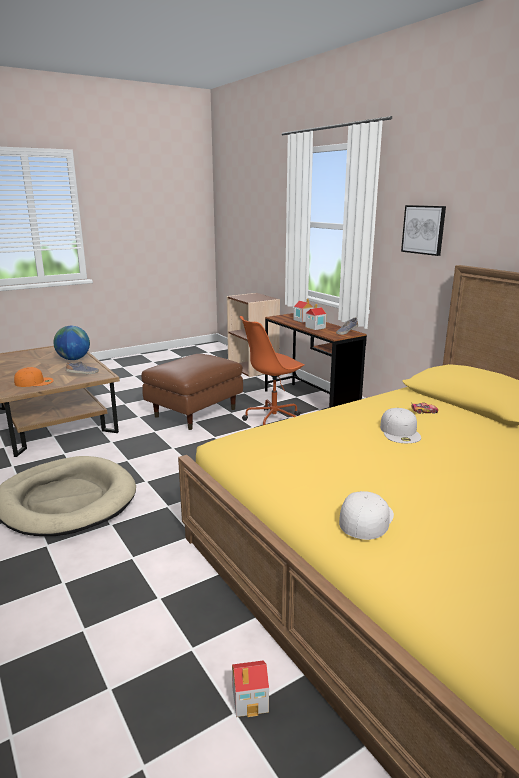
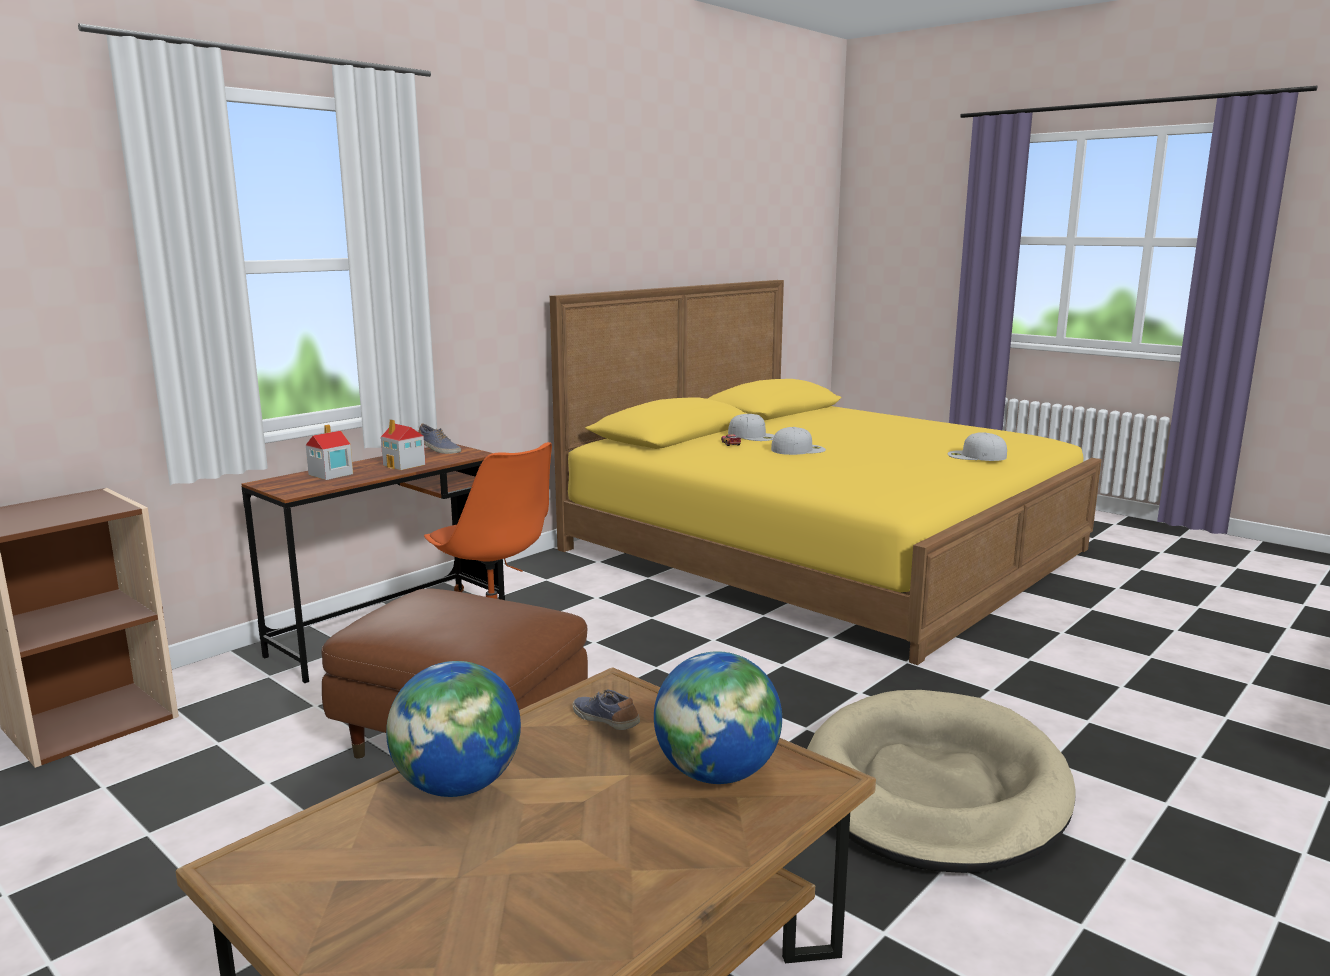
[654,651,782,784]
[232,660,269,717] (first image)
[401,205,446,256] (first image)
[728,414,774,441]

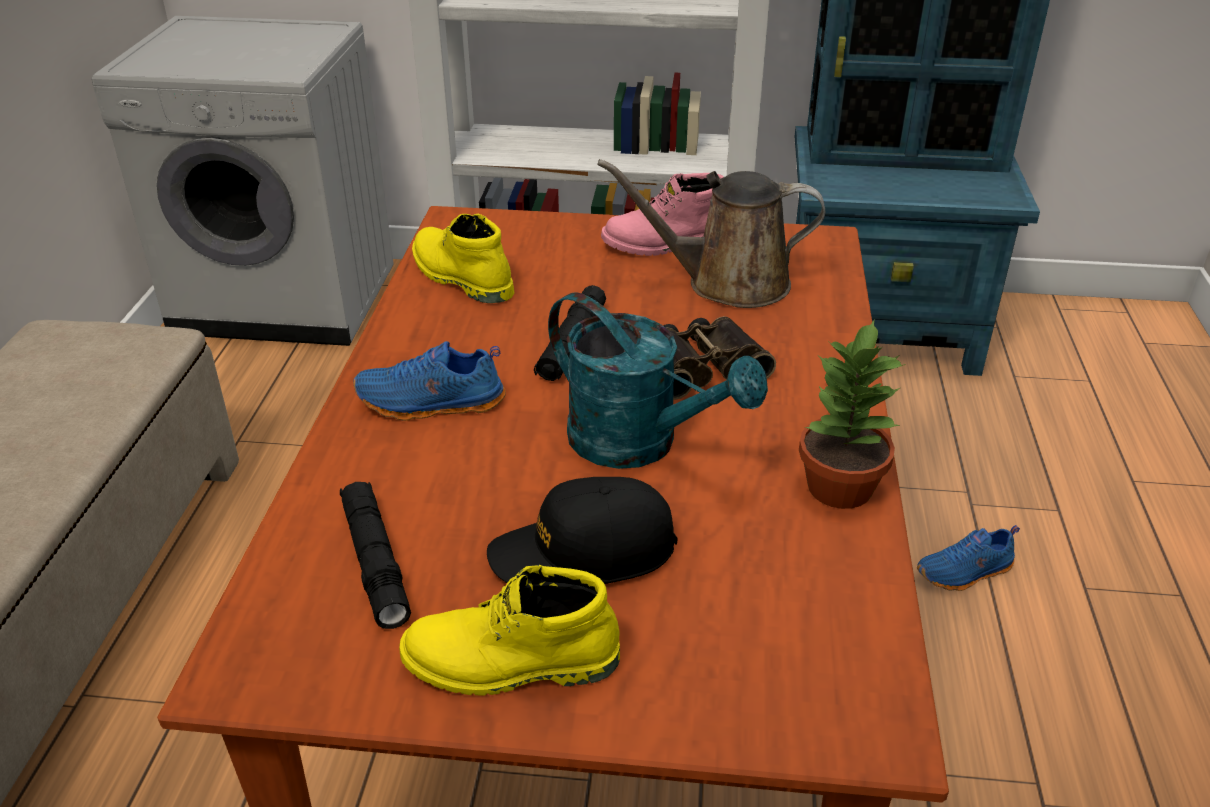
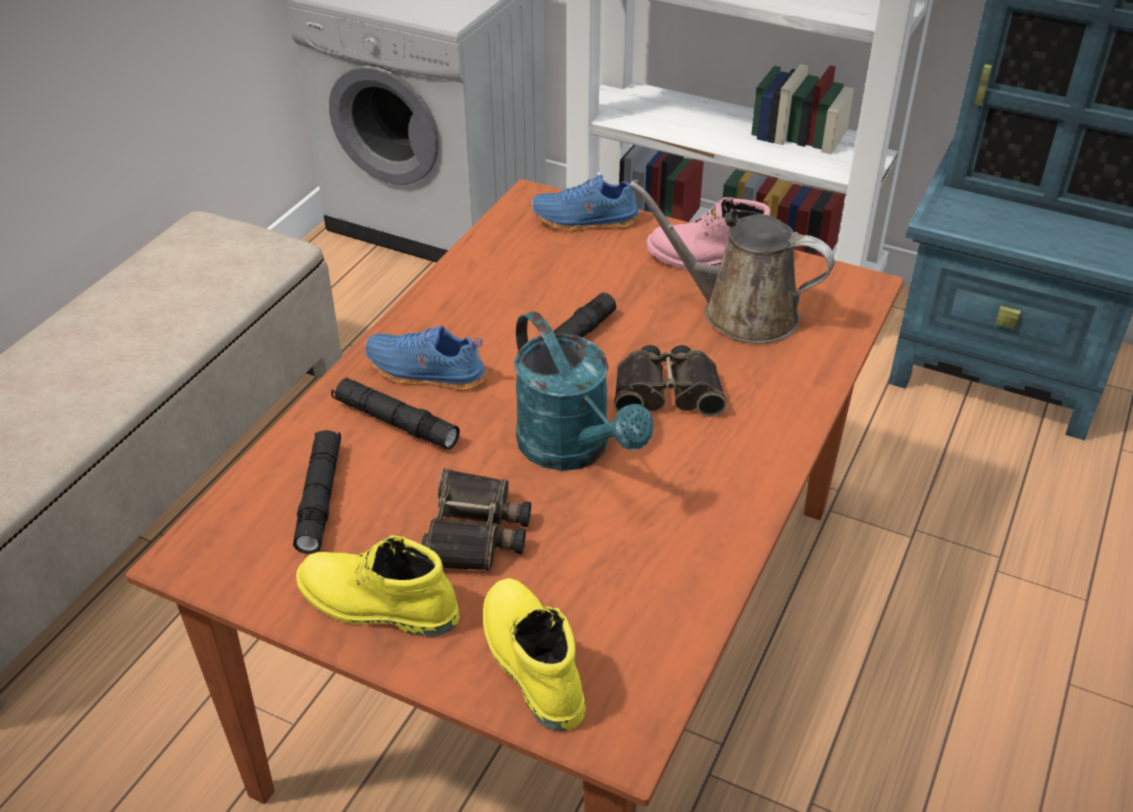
[483,578,586,731]
[421,469,531,571]
[799,319,906,509] (first image)
[531,175,640,232]
[331,378,460,450]

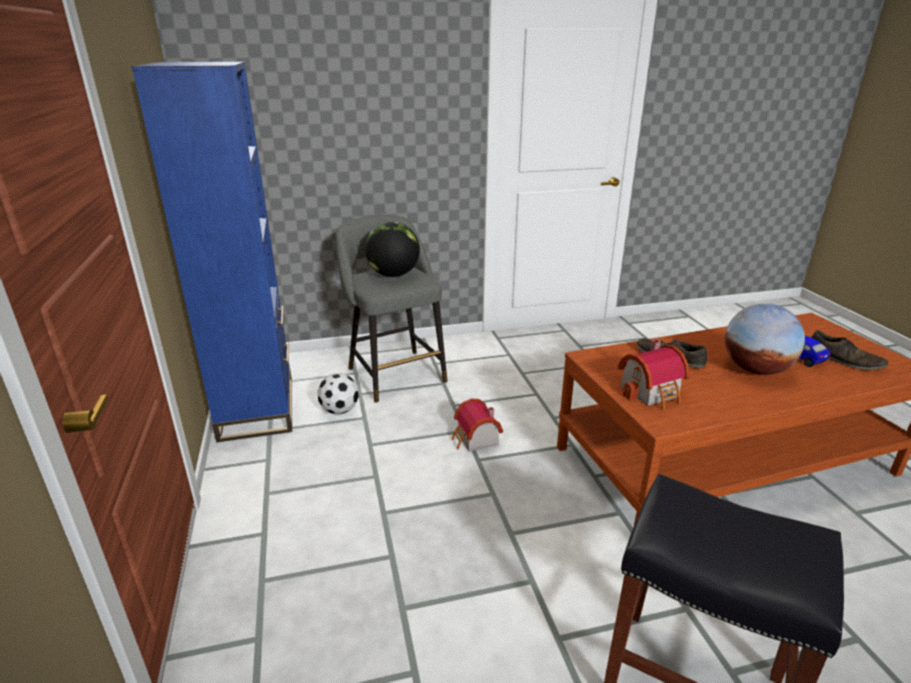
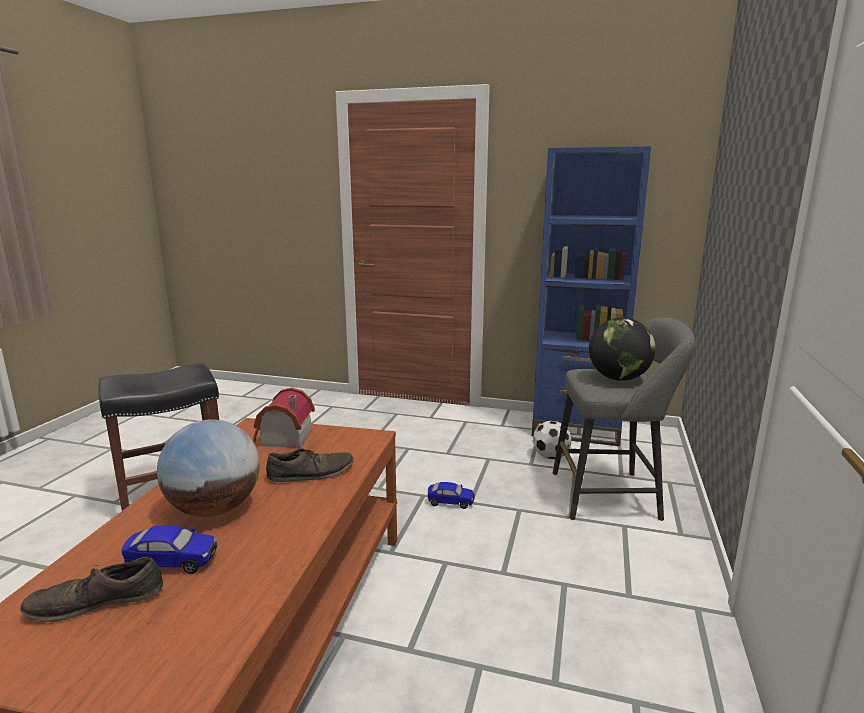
[428,482,475,509]

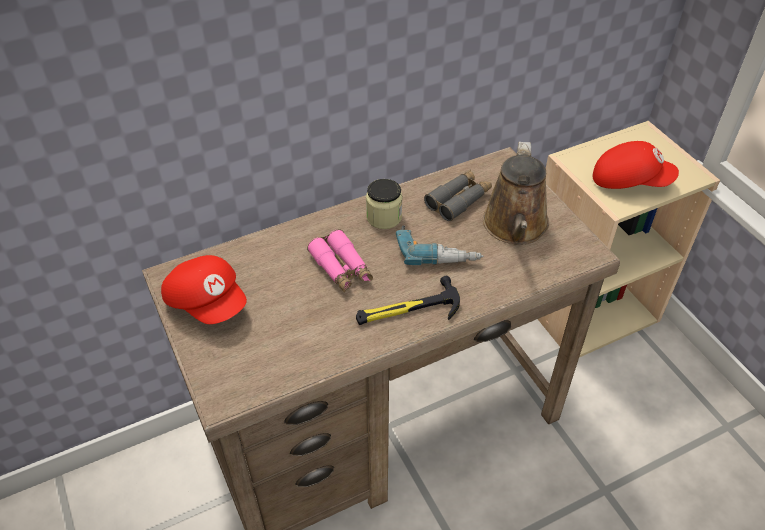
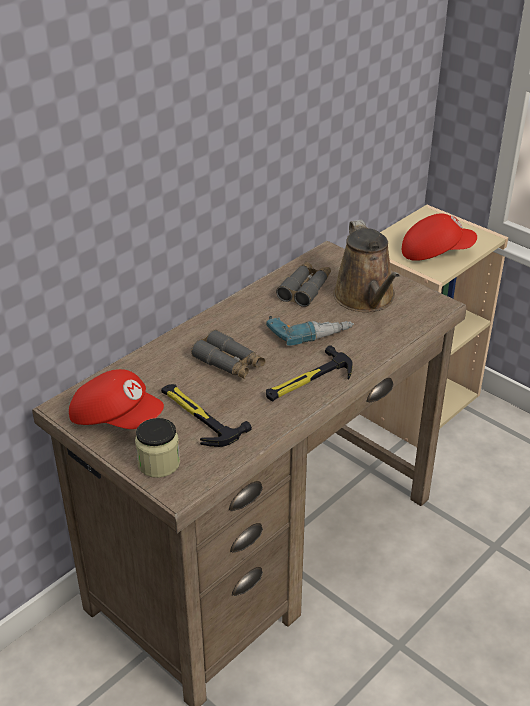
[191,329,265,379]
[135,418,180,478]
[161,384,252,447]

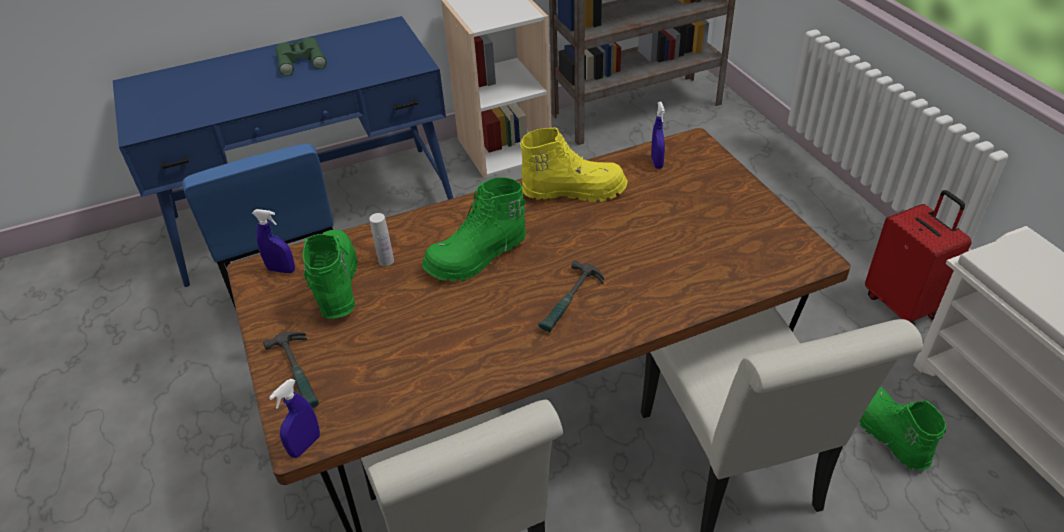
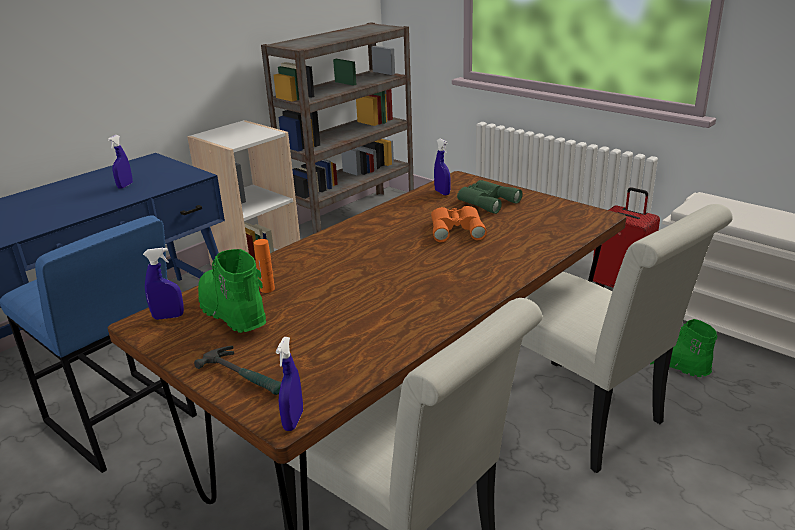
[457,180,523,214]
[254,239,275,293]
[422,177,526,281] (first image)
[520,127,628,202] (first image)
[538,260,604,332] (first image)
[108,135,133,189]
[431,206,487,242]

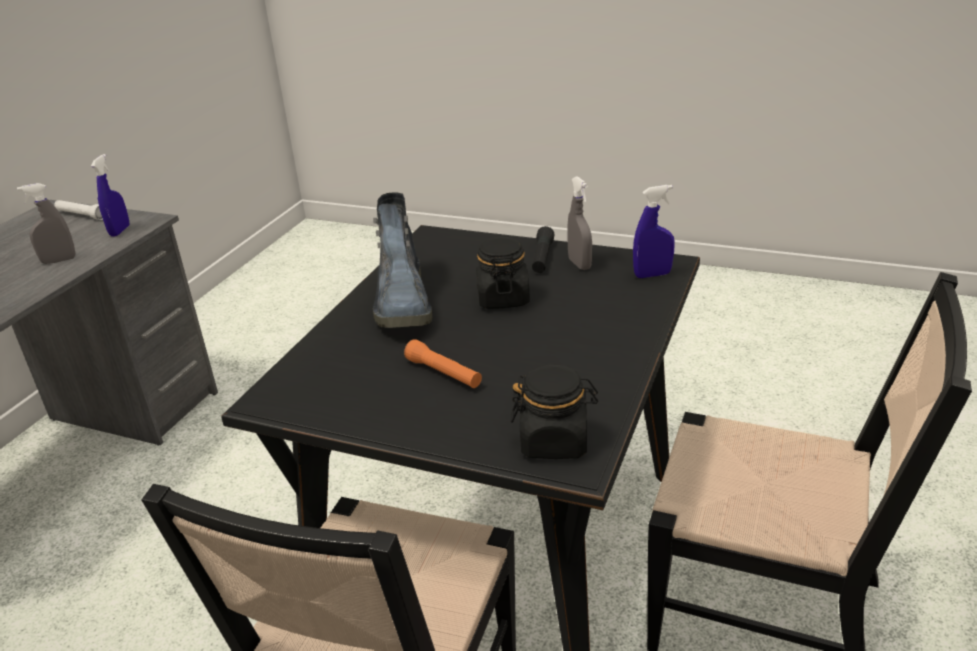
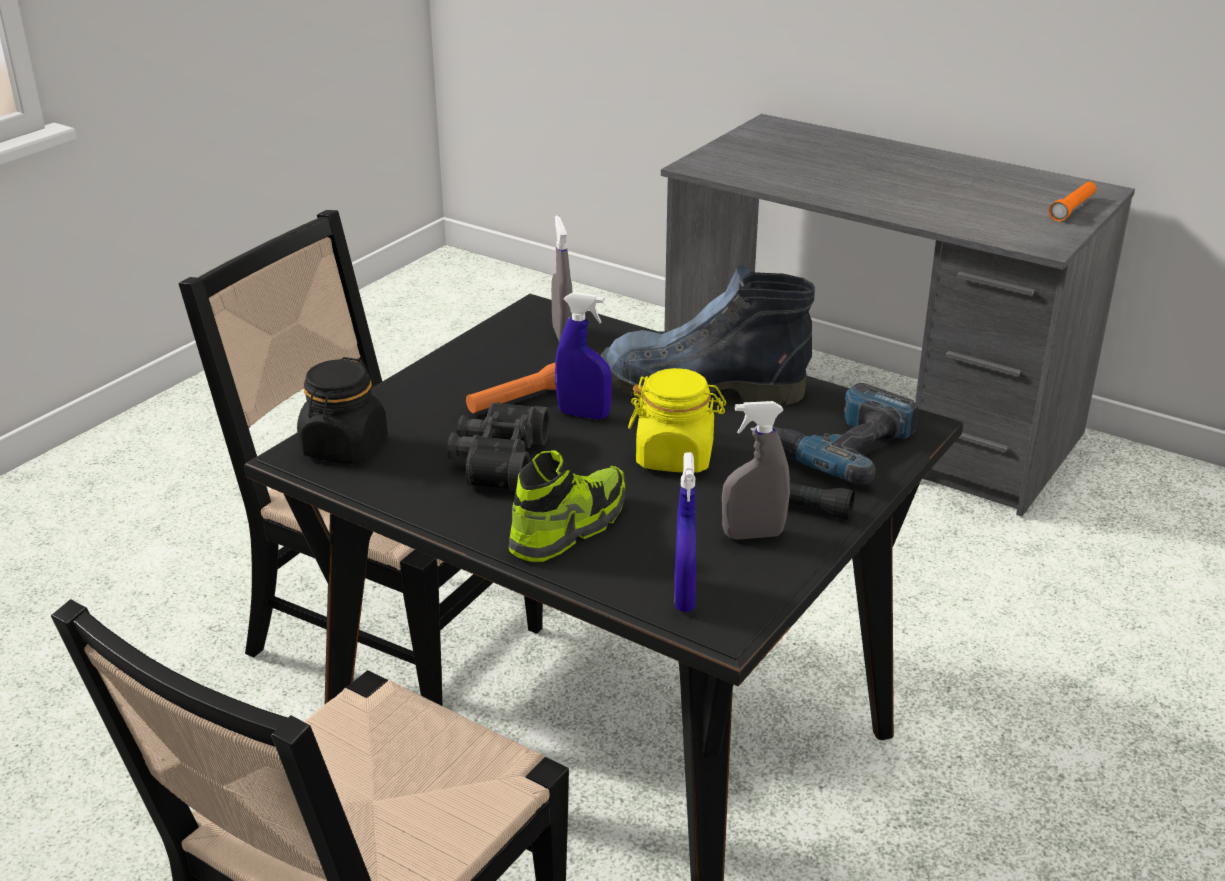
[551,215,572,342]
[1049,182,1096,221]
[555,292,612,420]
[628,368,726,472]
[447,402,550,491]
[509,450,626,562]
[750,383,919,485]

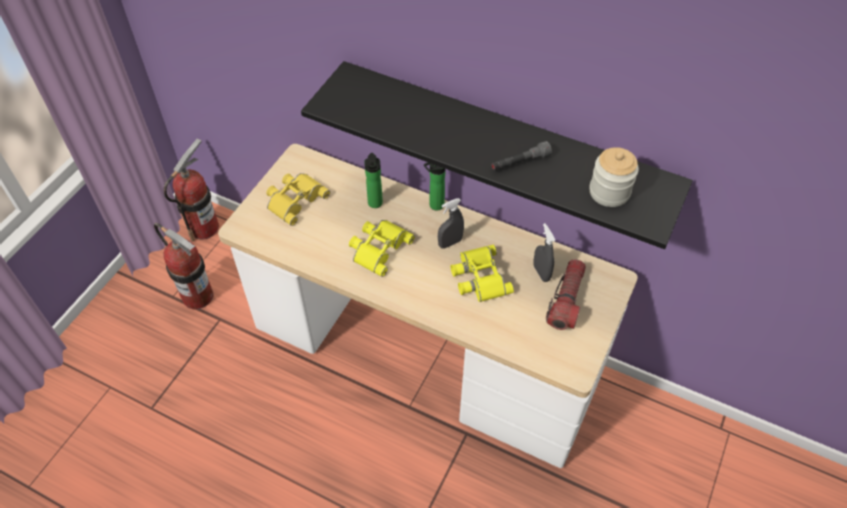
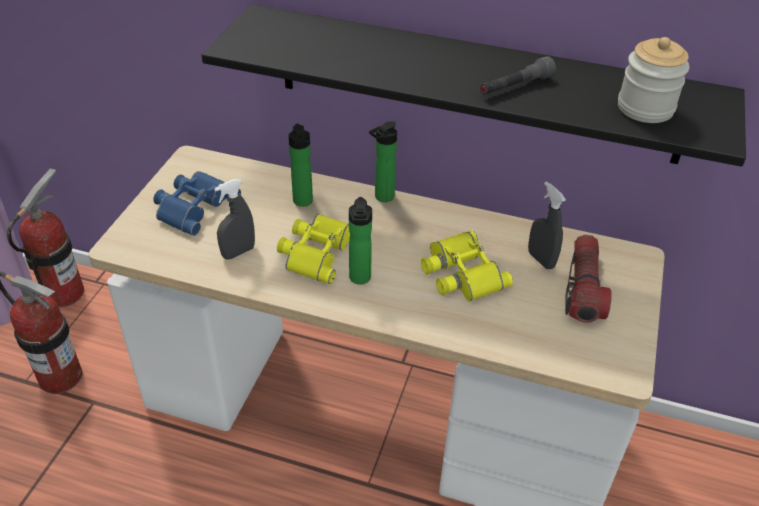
[153,171,241,236]
[214,179,255,260]
[349,197,372,284]

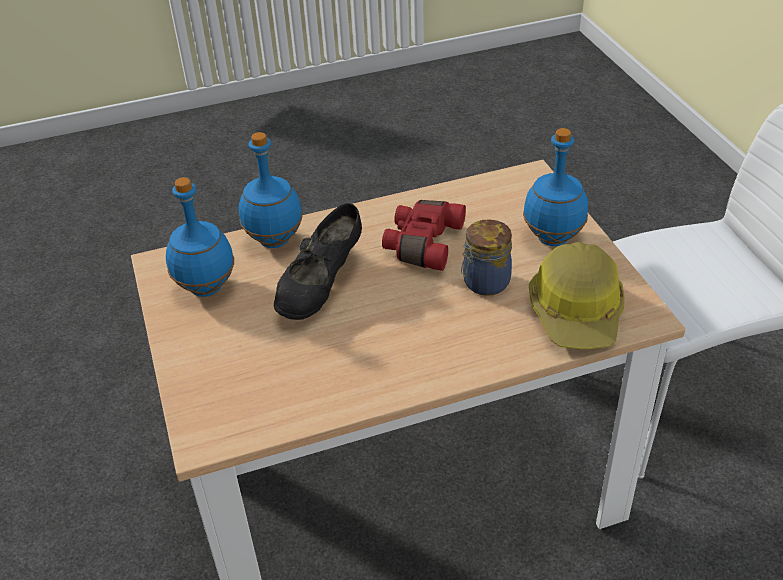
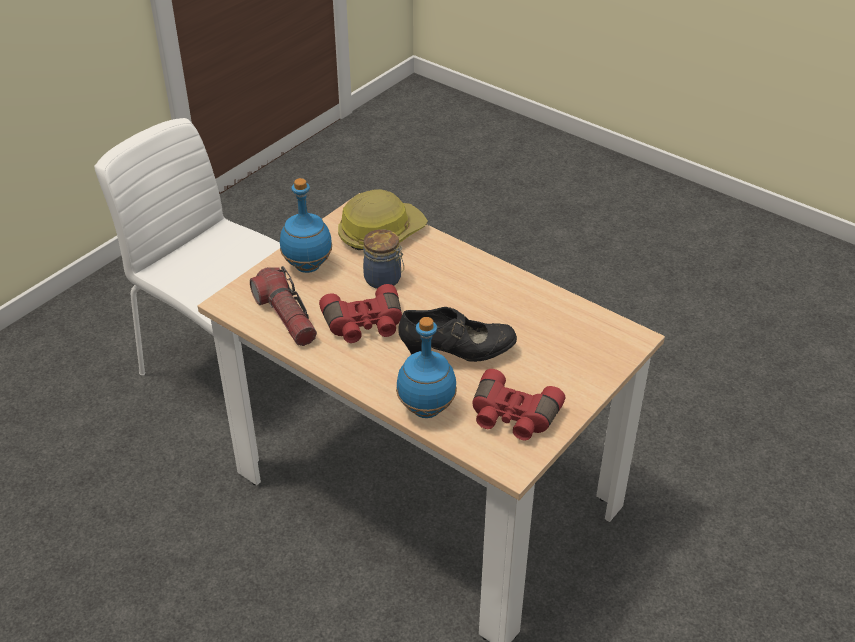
[472,369,565,440]
[250,266,317,346]

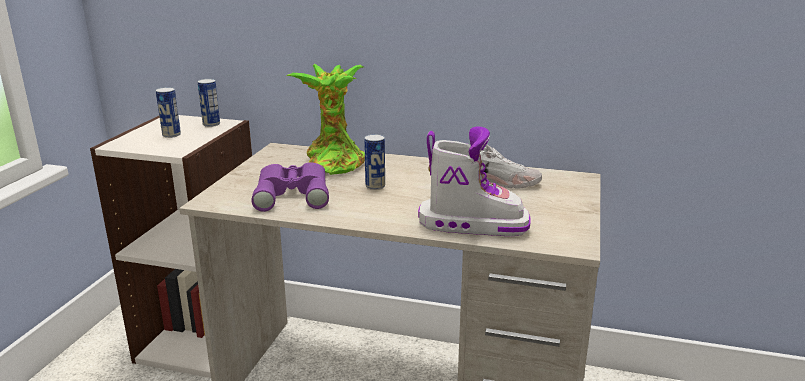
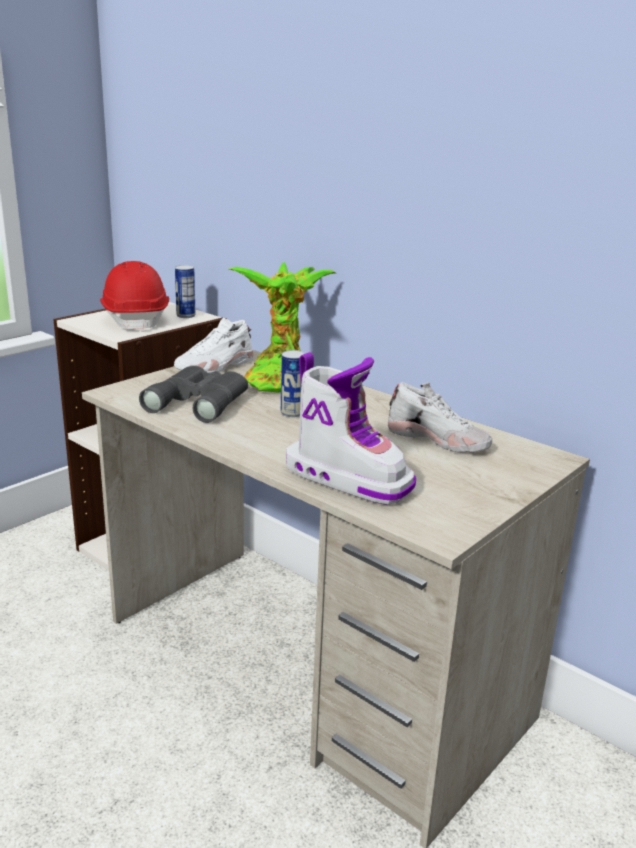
[100,261,169,332]
[139,366,248,423]
[174,317,253,373]

